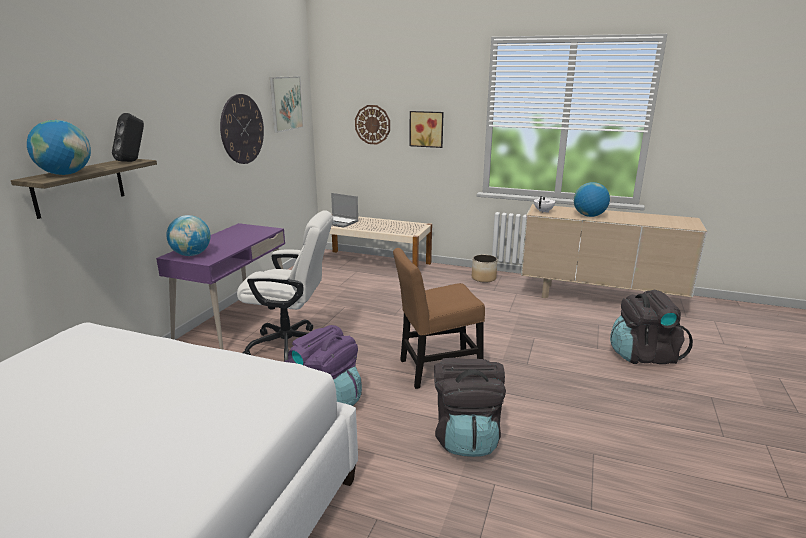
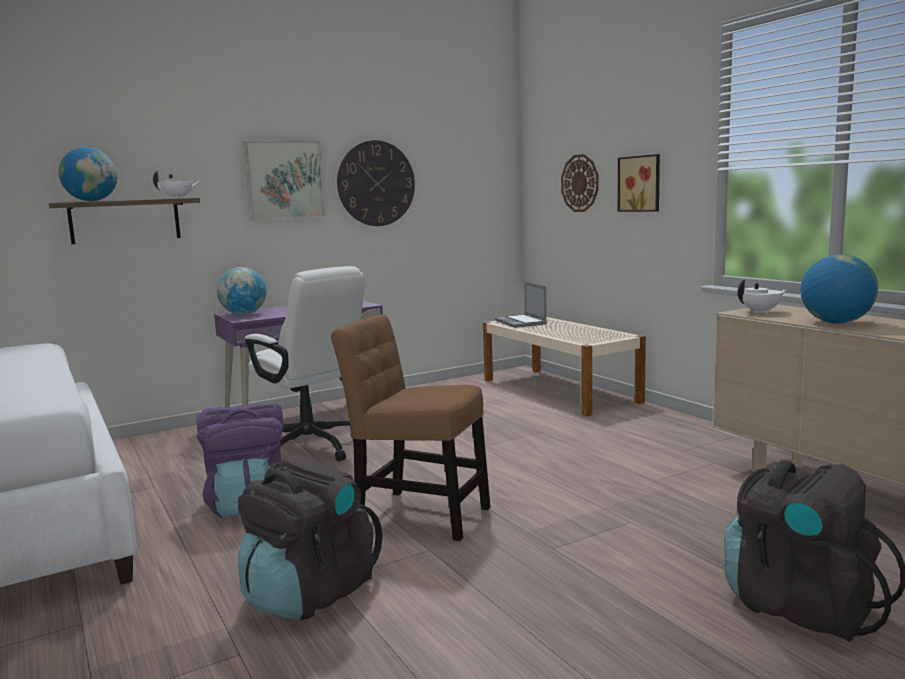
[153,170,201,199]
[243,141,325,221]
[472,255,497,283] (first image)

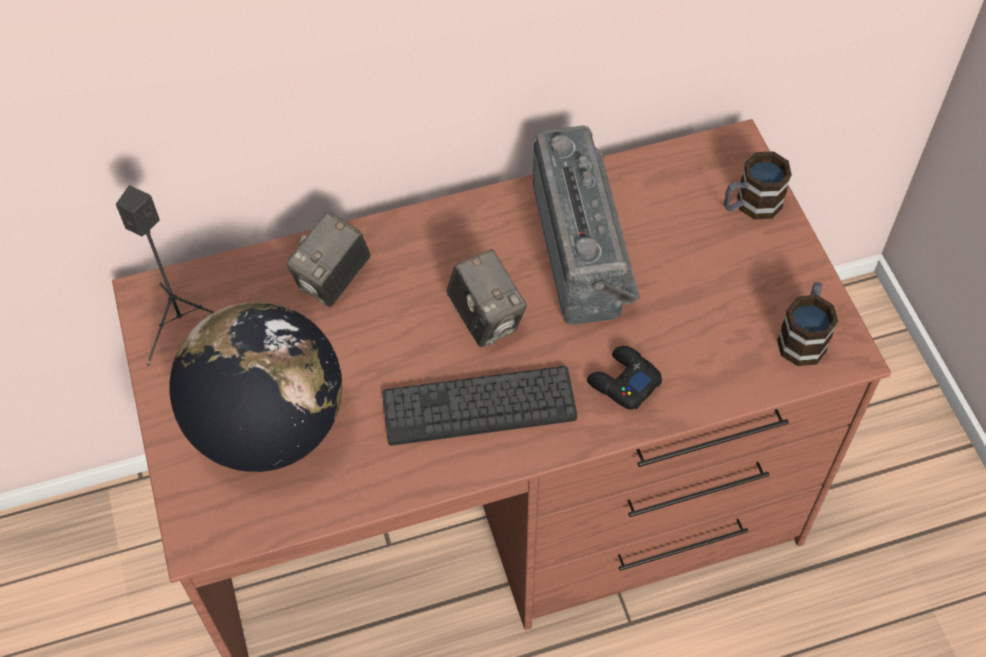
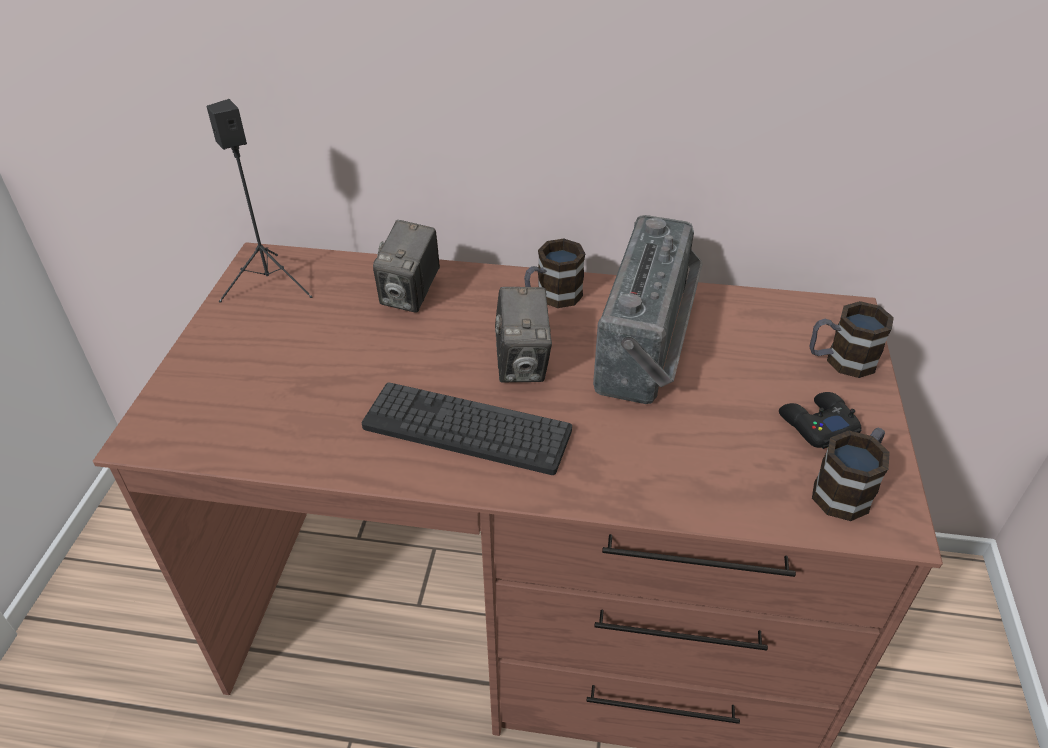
[169,302,342,472] (first image)
[373,220,440,313]
[779,392,861,449]
[524,239,586,308]

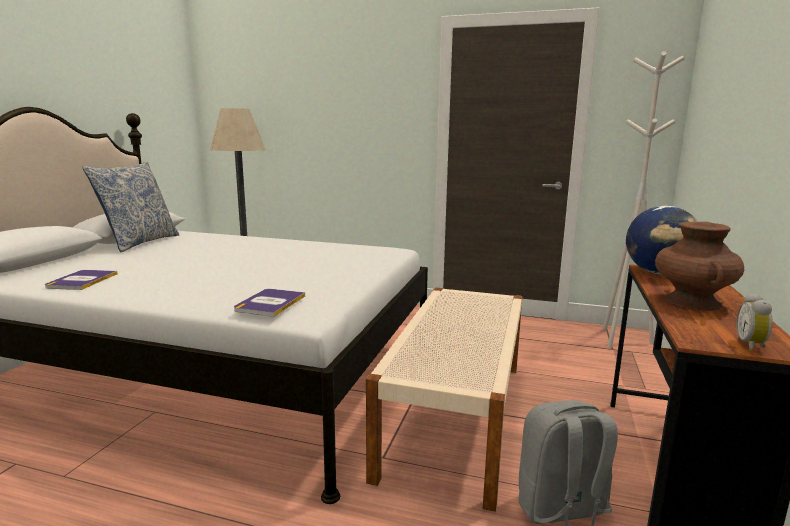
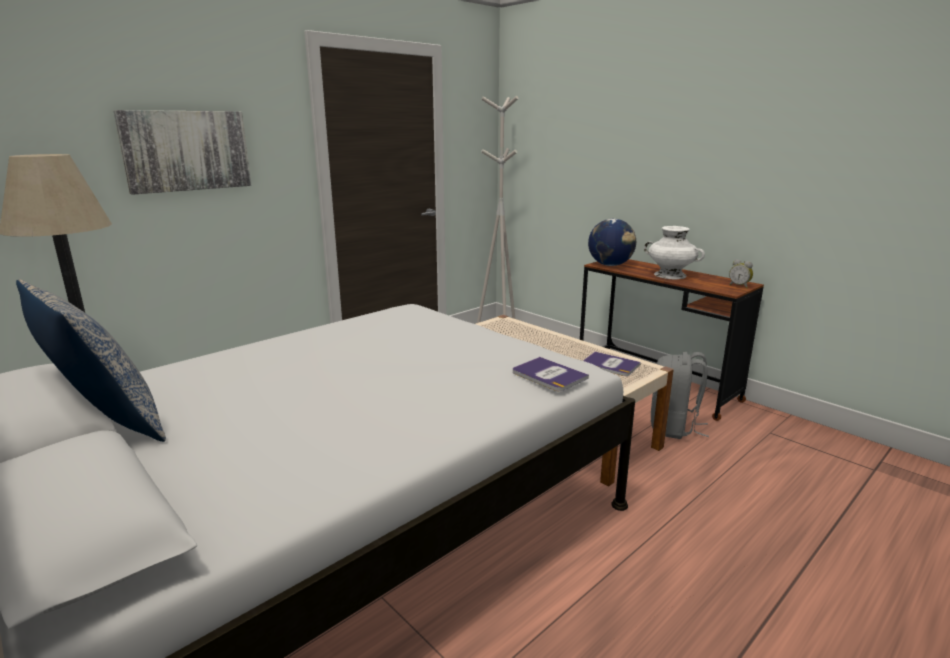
[583,352,641,376]
[644,226,705,279]
[113,110,251,195]

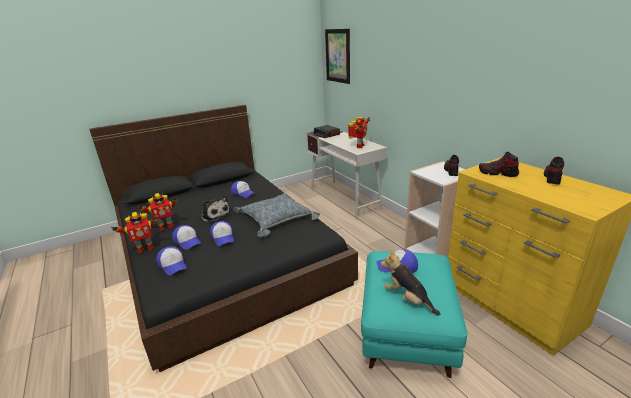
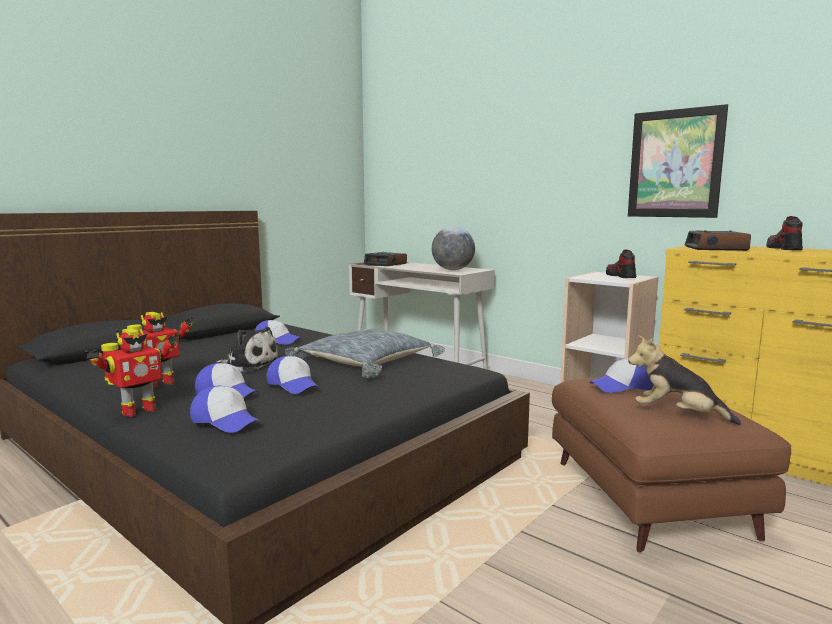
[628,104,728,218]
[432,227,475,270]
[552,377,791,552]
[685,230,751,251]

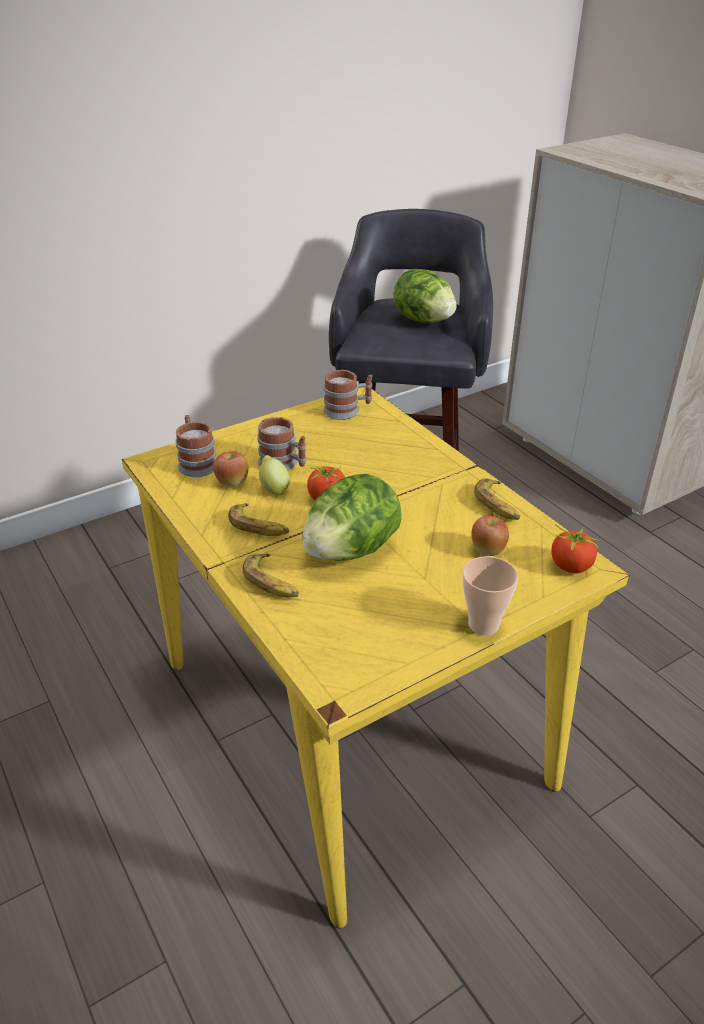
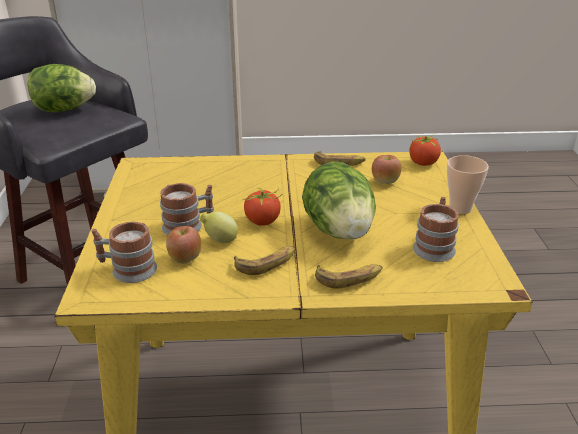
[413,197,459,262]

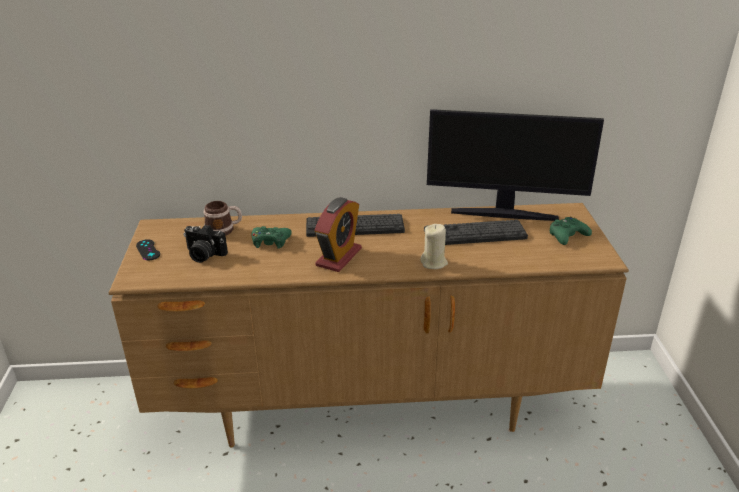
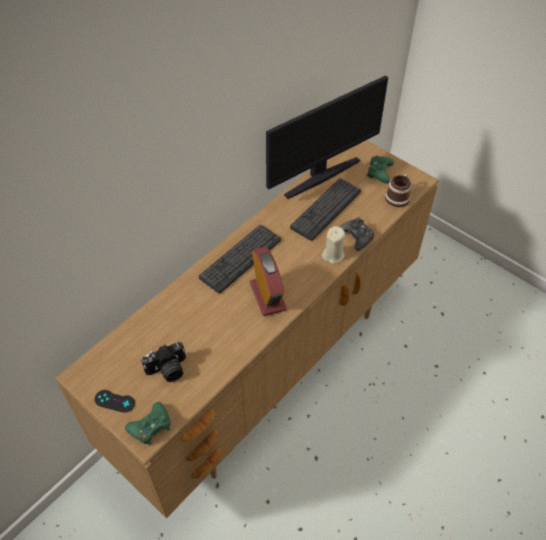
[385,173,412,207]
[125,402,171,445]
[339,217,374,251]

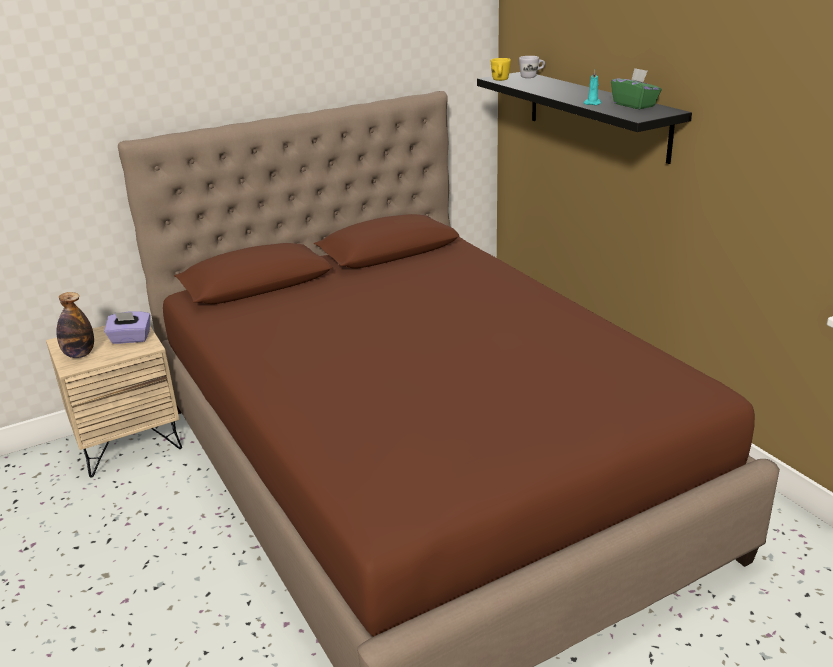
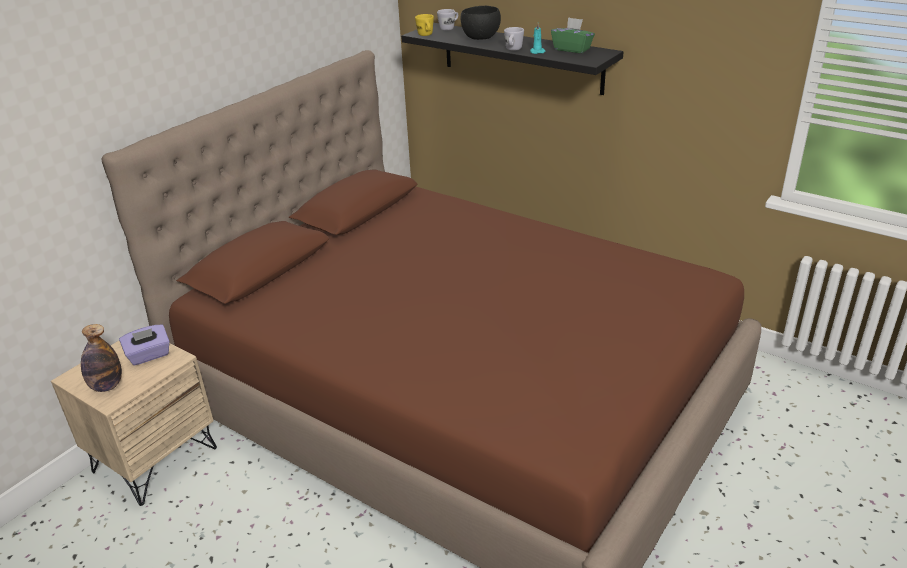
[460,6,501,40]
[504,27,524,51]

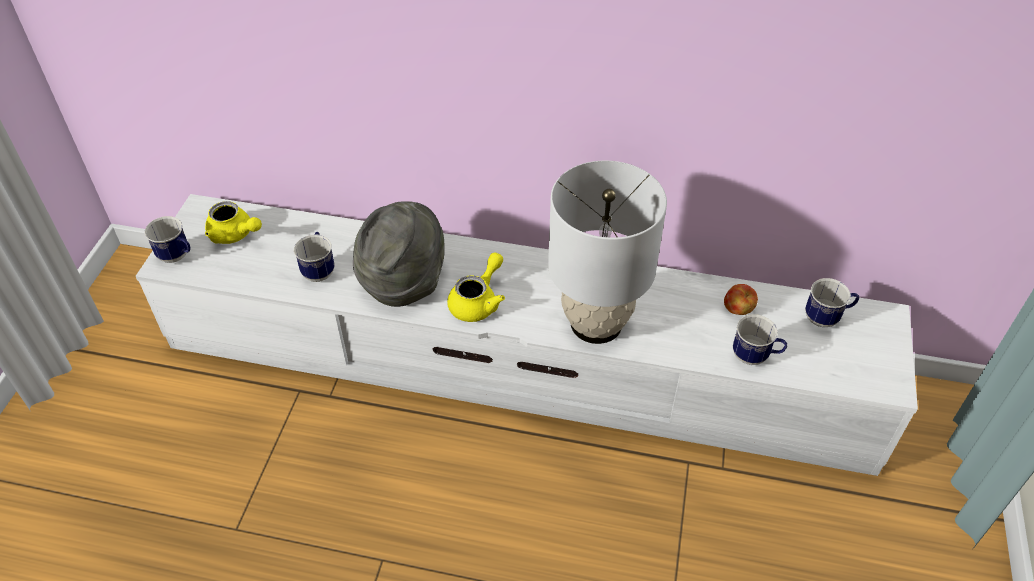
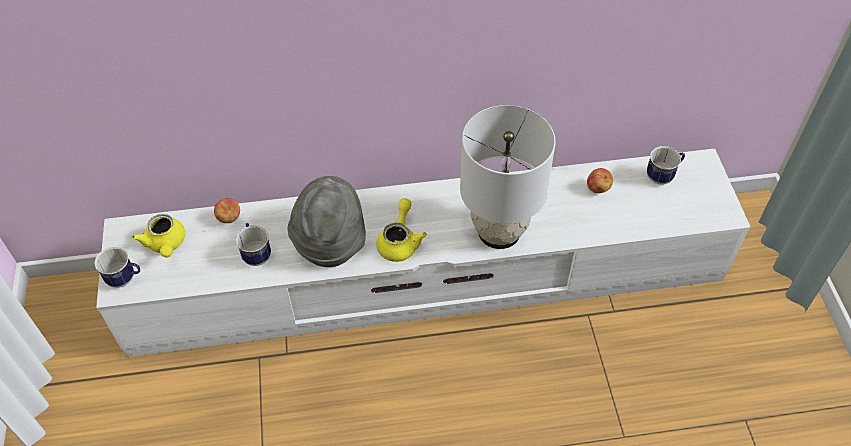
[132,214,185,258]
[733,314,787,365] (first image)
[214,198,240,223]

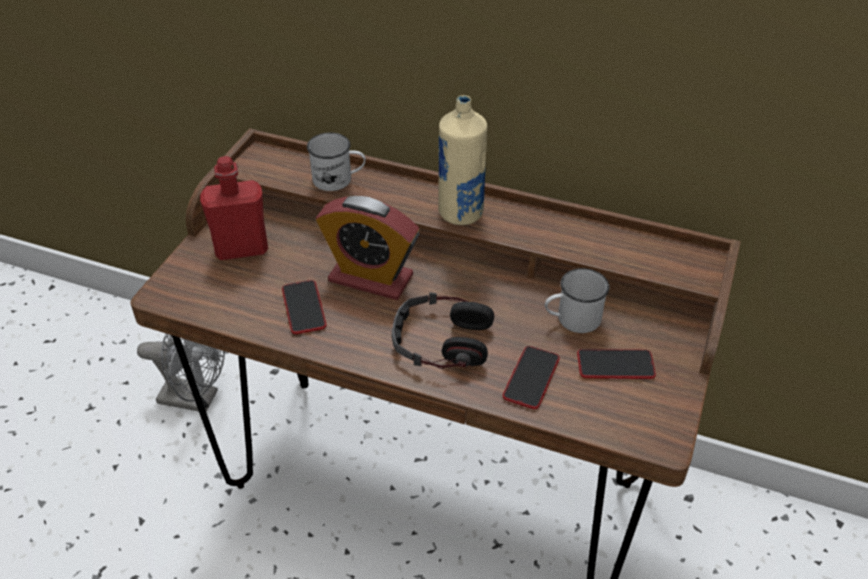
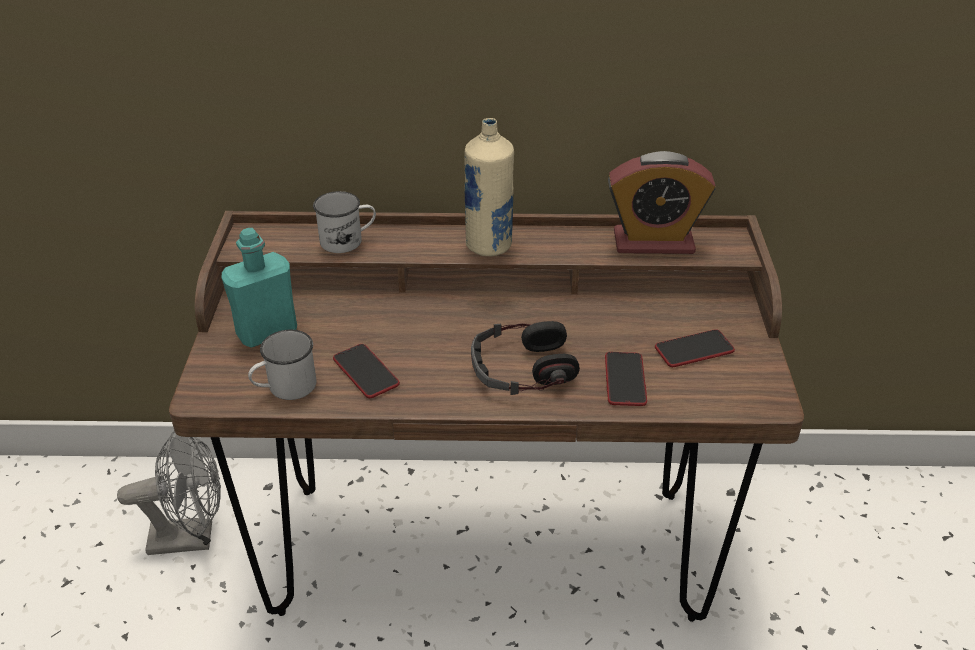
[221,228,297,348]
[608,151,715,254]
[248,329,316,400]

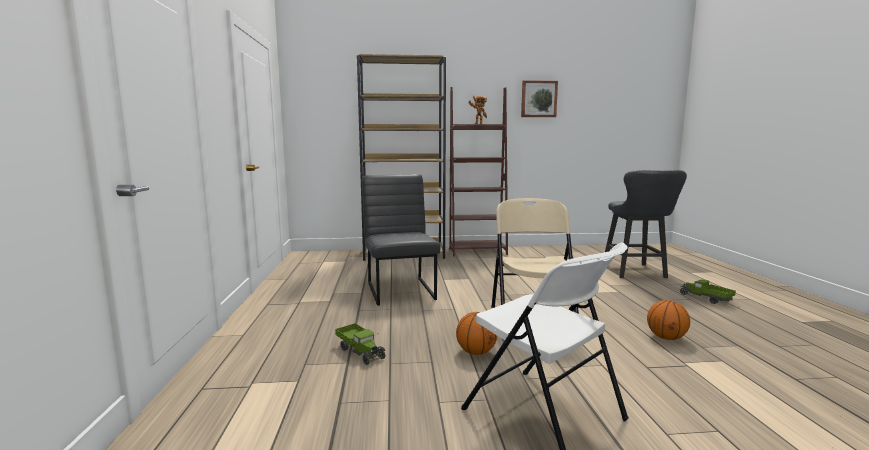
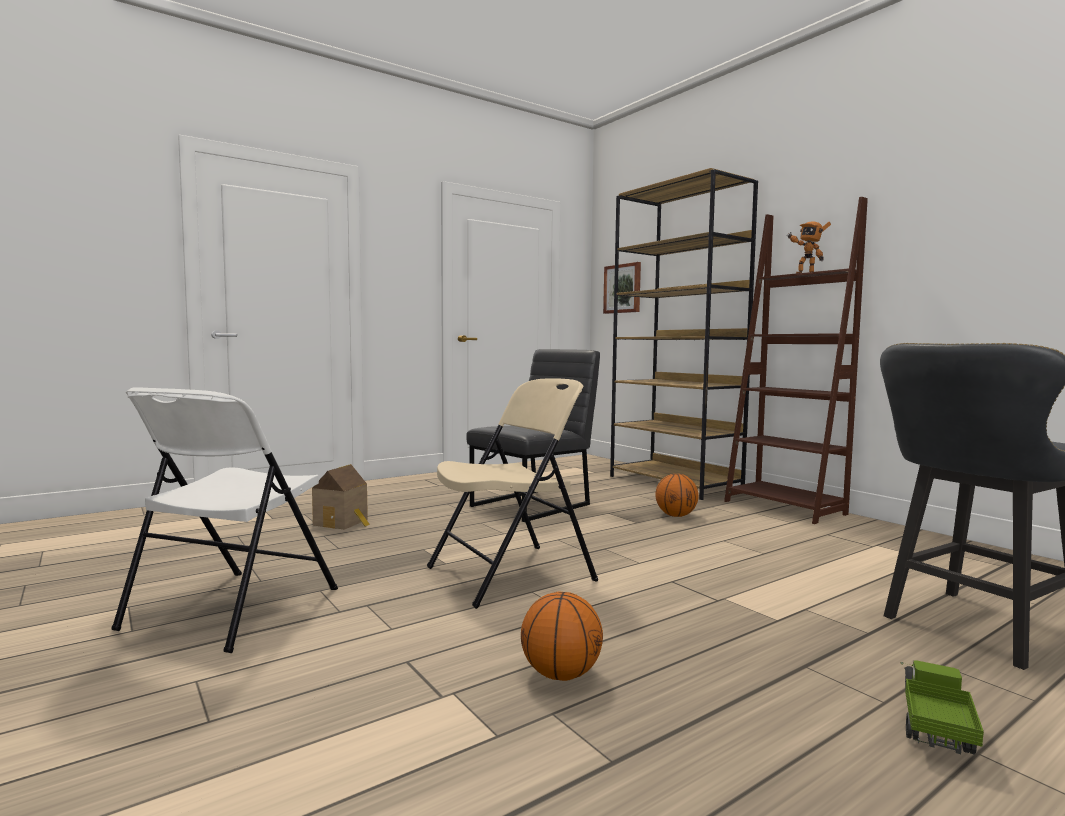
[312,464,370,530]
[655,474,699,517]
[603,262,641,314]

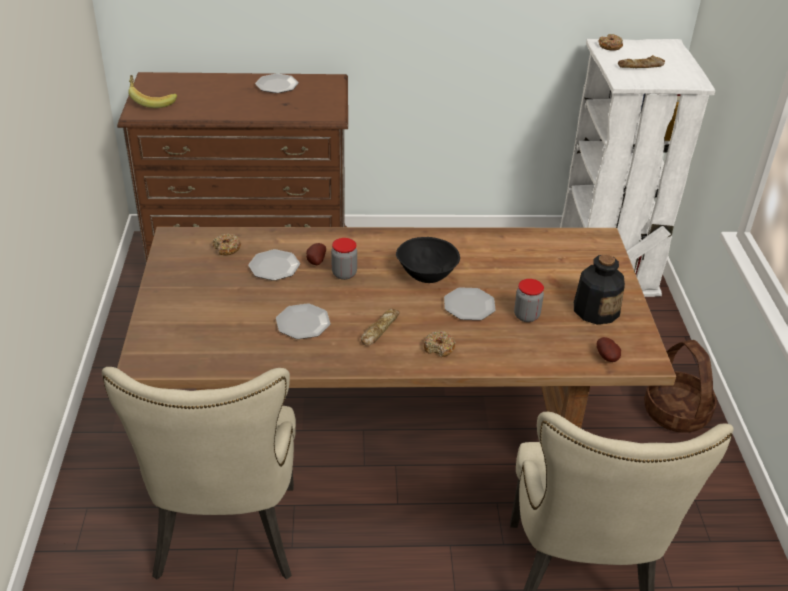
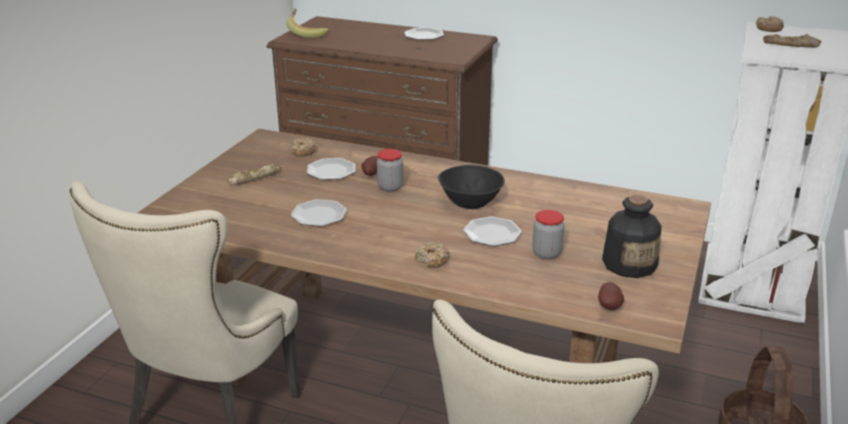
[227,164,281,185]

